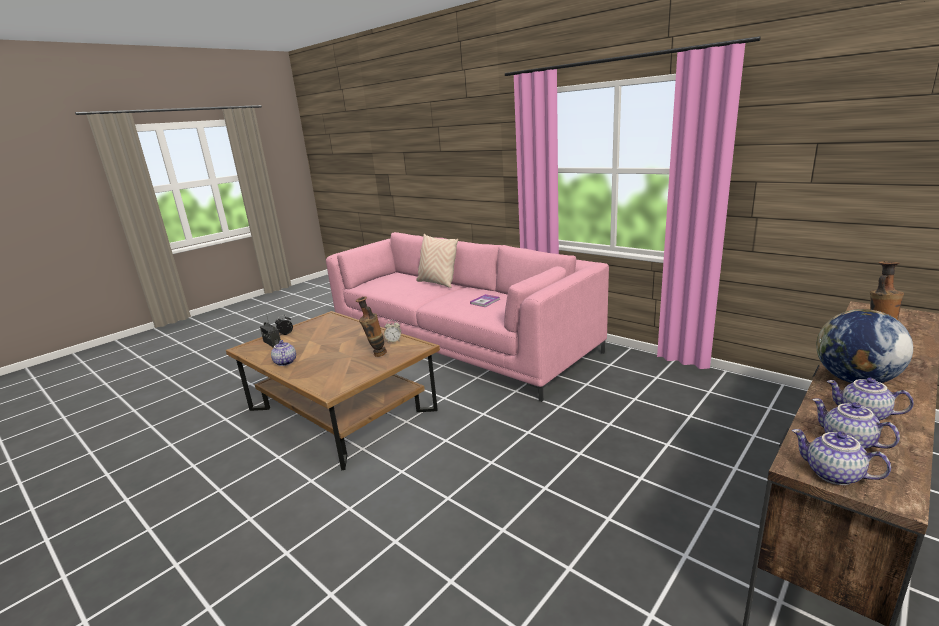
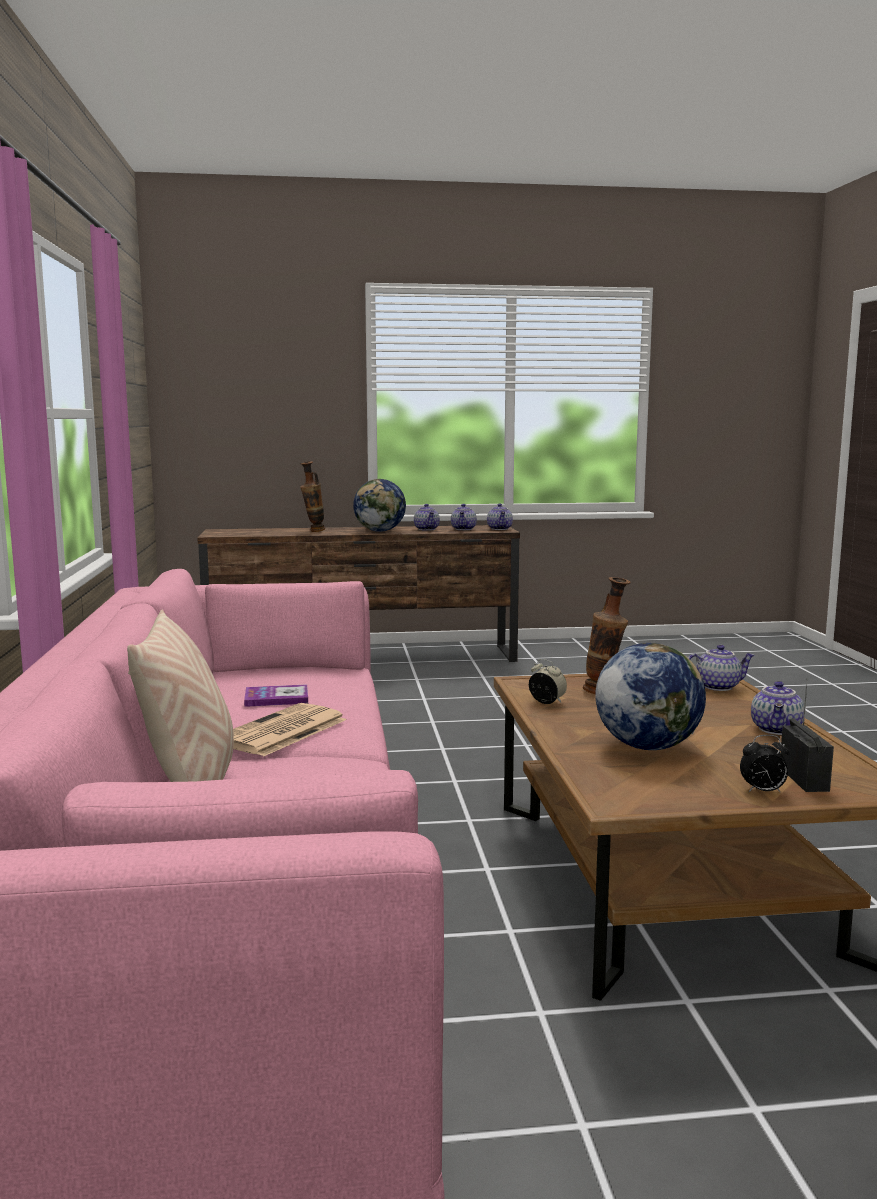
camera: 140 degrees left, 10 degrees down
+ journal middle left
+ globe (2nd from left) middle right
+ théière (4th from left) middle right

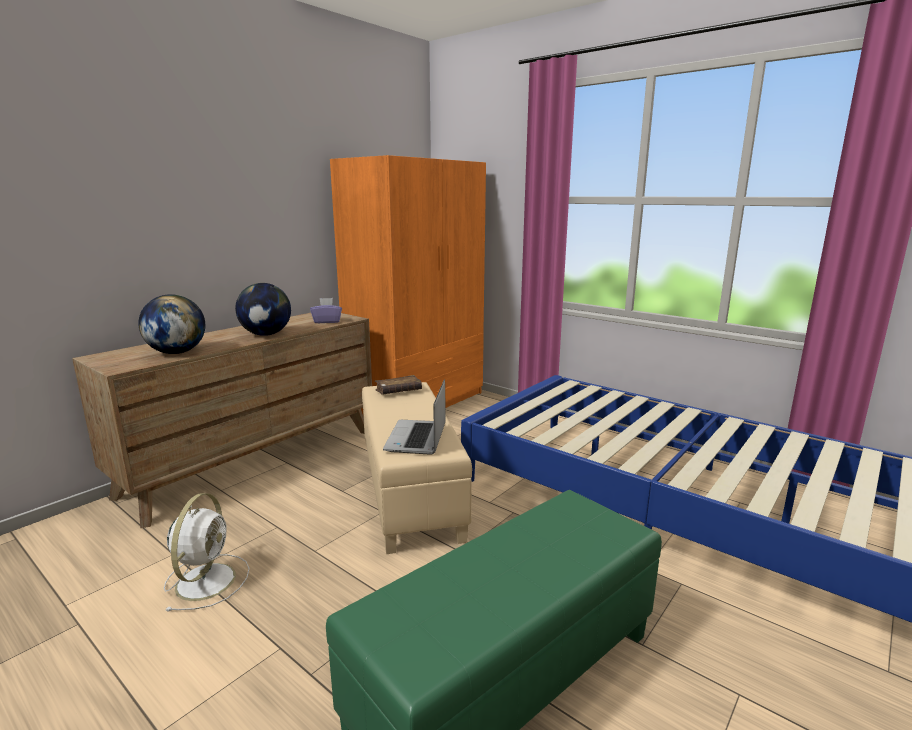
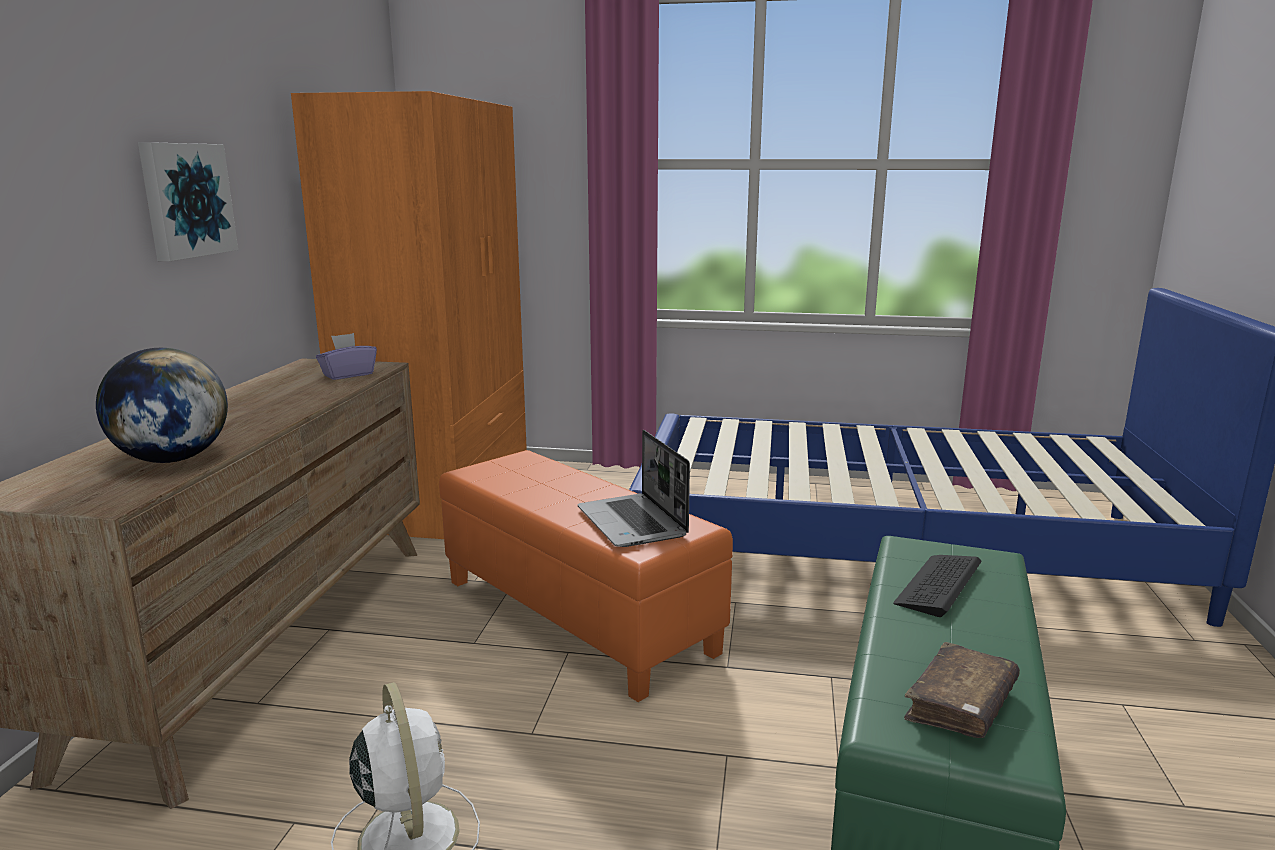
camera: 30 degrees left, 0 degrees up
+ tableau top left
~ pouf [beige] centre to pouf [orange] bottom centre
+ clavier bottom right
~ livre [marron] centre to bottom right
- globe (2nd from left) middle left

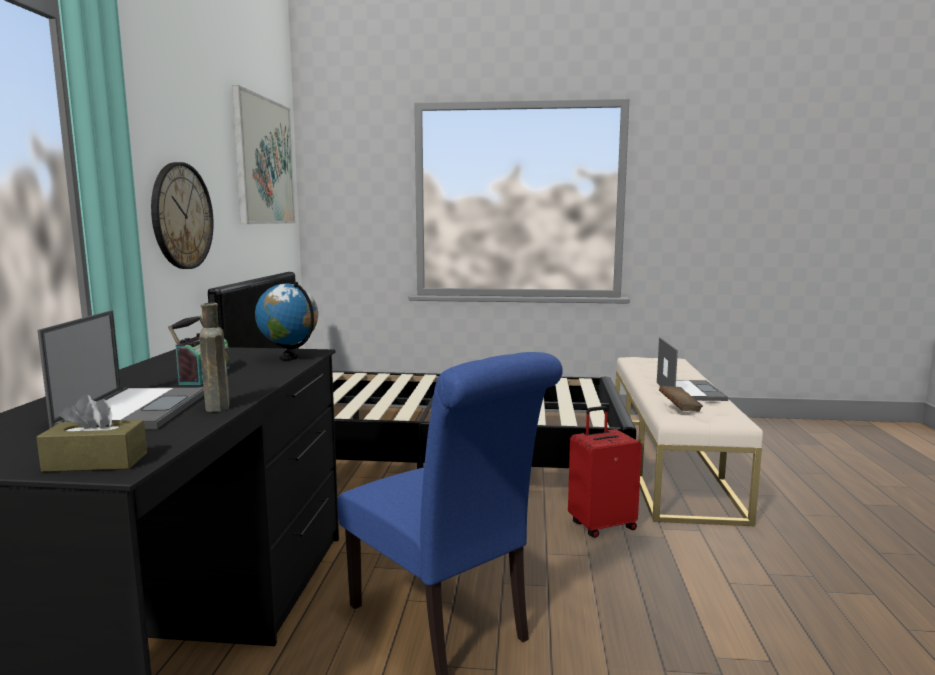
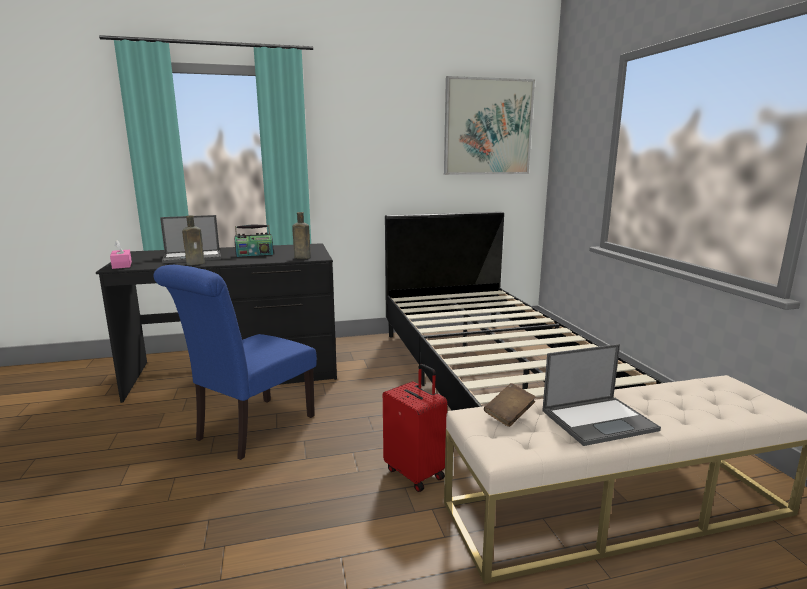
camera: 70 degrees right, 5 degrees up
~ boîte à mouchoirs [marron] middle left to boîte à mouchoirs [rose] middle left
~ globe middle left to bouteille [marron] (2nd from left) centre
- horloge murale top left

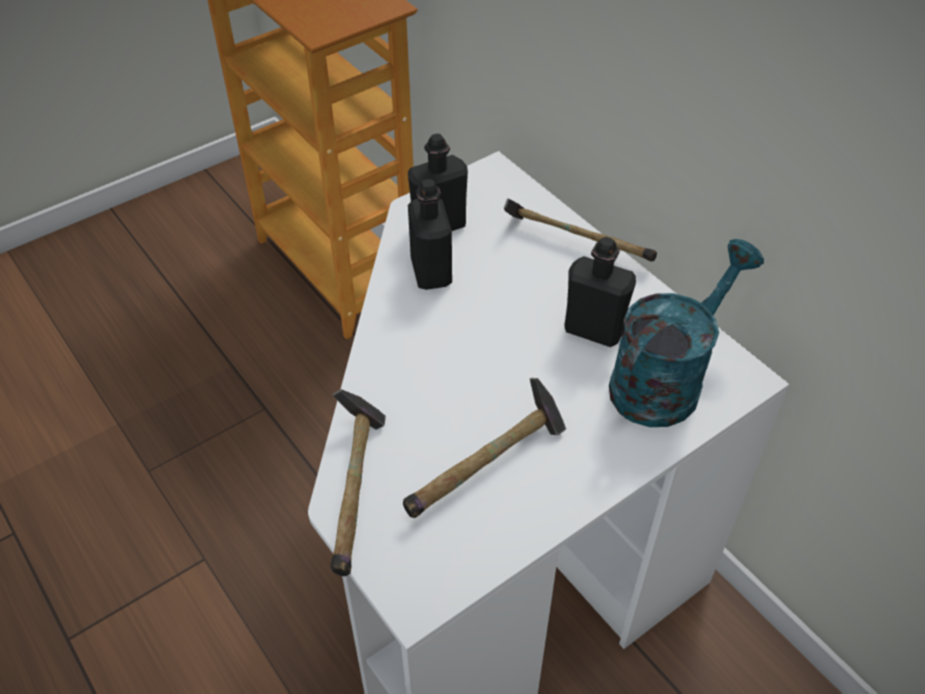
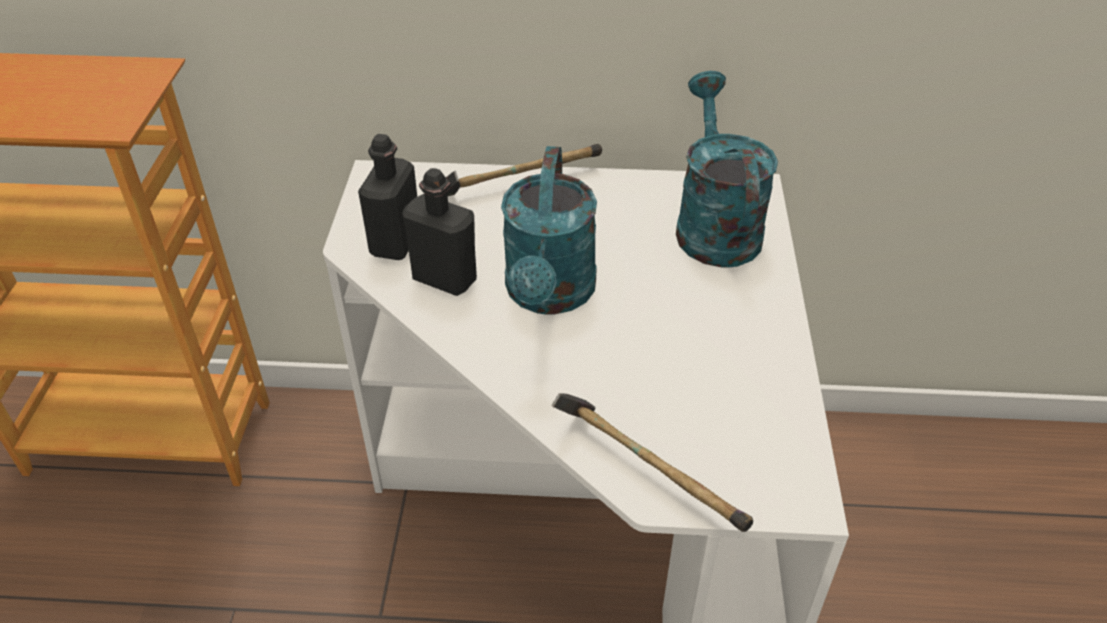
camera: 50 degrees left, 5 degrees down
+ arrosoir [turquoise] (1st from left) centre
- marteau (2nd from left) centre
- bouteille [noir] (3rd from left) centre

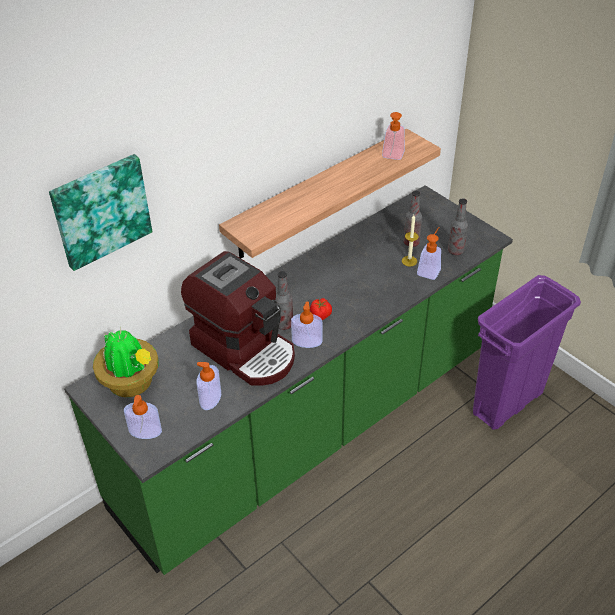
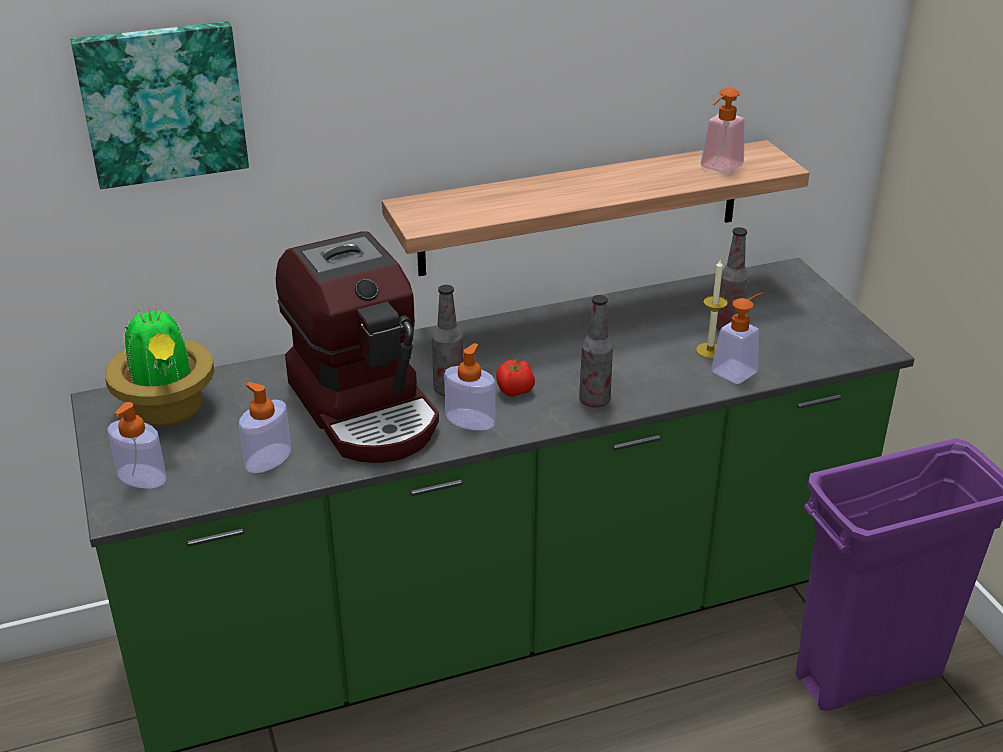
camera: 20 degrees right, 10 degrees down
~ bouteille (3rd from left in the first image) middle right to bouteille (2nd from left) centre

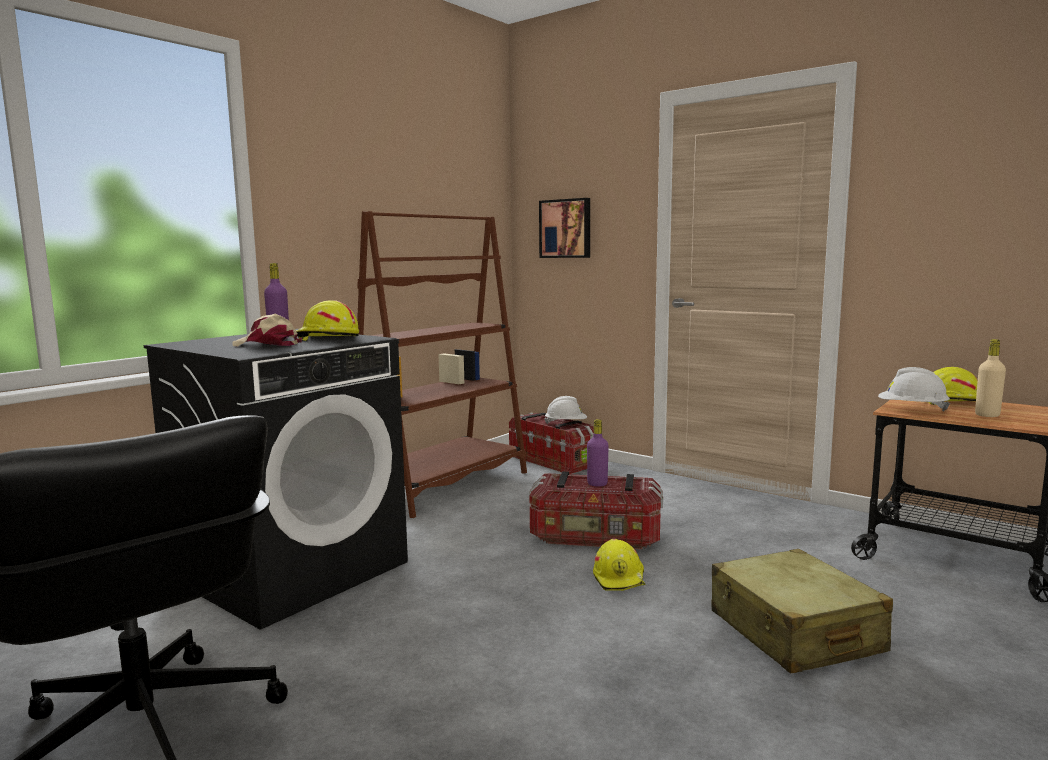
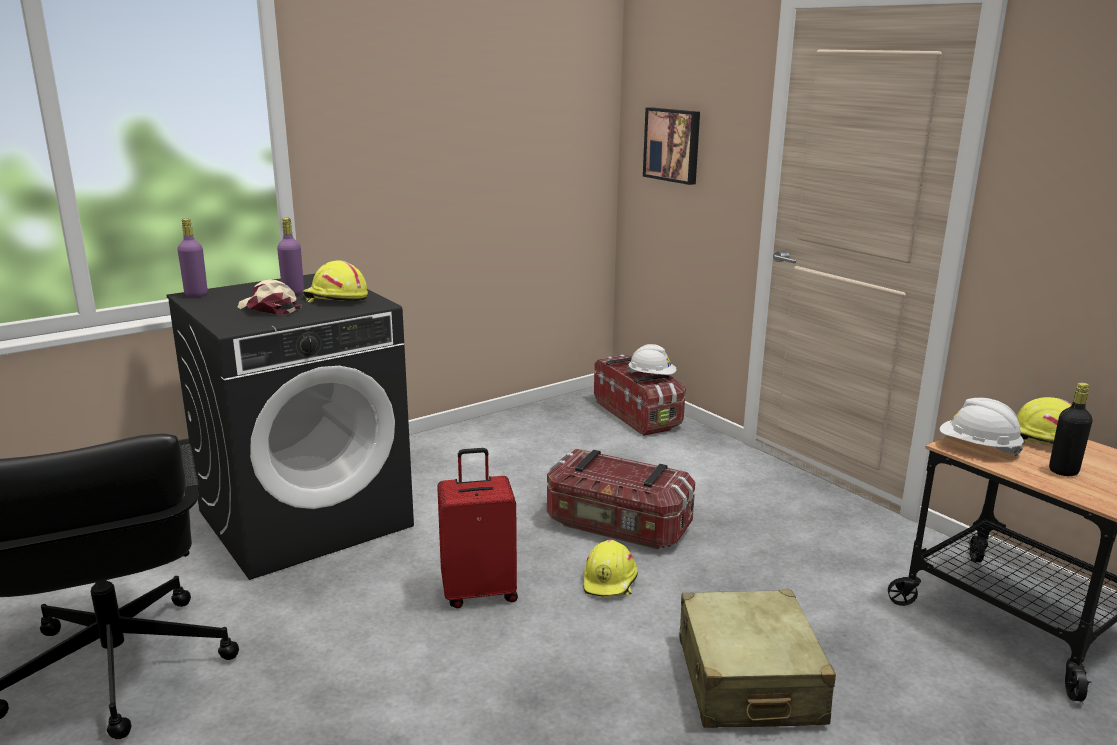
camera: 15 degrees right, 10 degrees up
~ bouteille [violet] (2nd from left in the first image) centre to bouteille [violet] (1st from left) middle left
+ valise [rouge] bottom centre
~ bouteille [beige] middle right to bouteille [noir] middle right
- bibliothèque [marron] centre

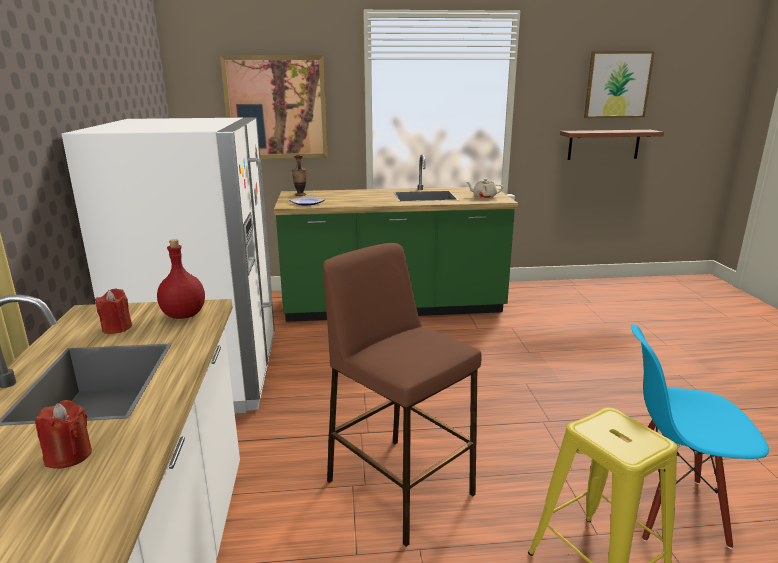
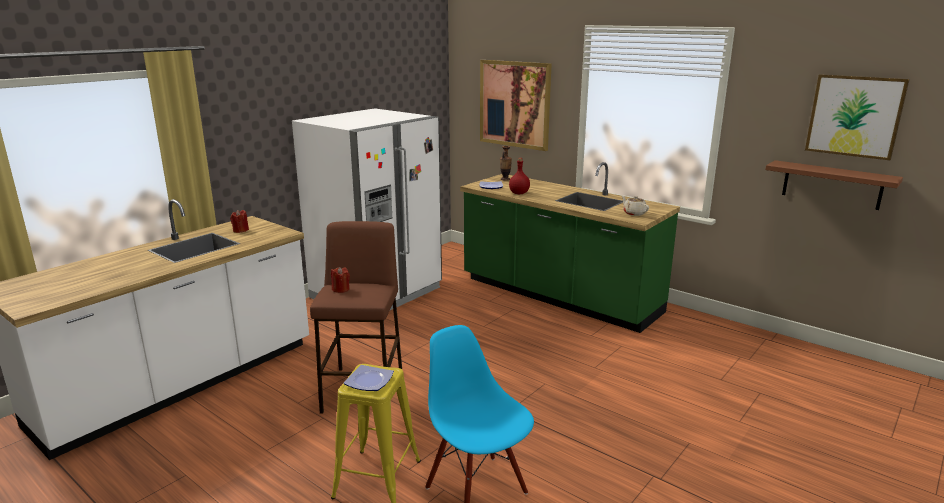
camera: 45 degrees right, 0 degrees up
~ bougie [rouge] (1st from left in the first image) bottom left to bougie [rouge] (2nd from left) centre
+ assiette (1st from left) bottom centre
~ bouteille [rouge] middle left to centre

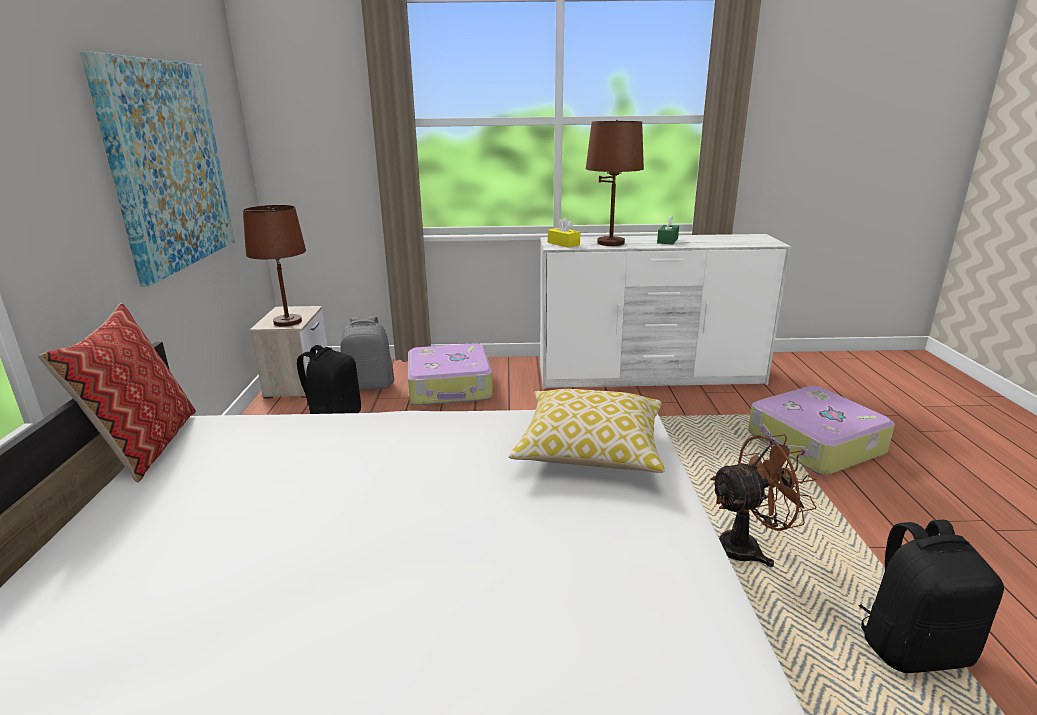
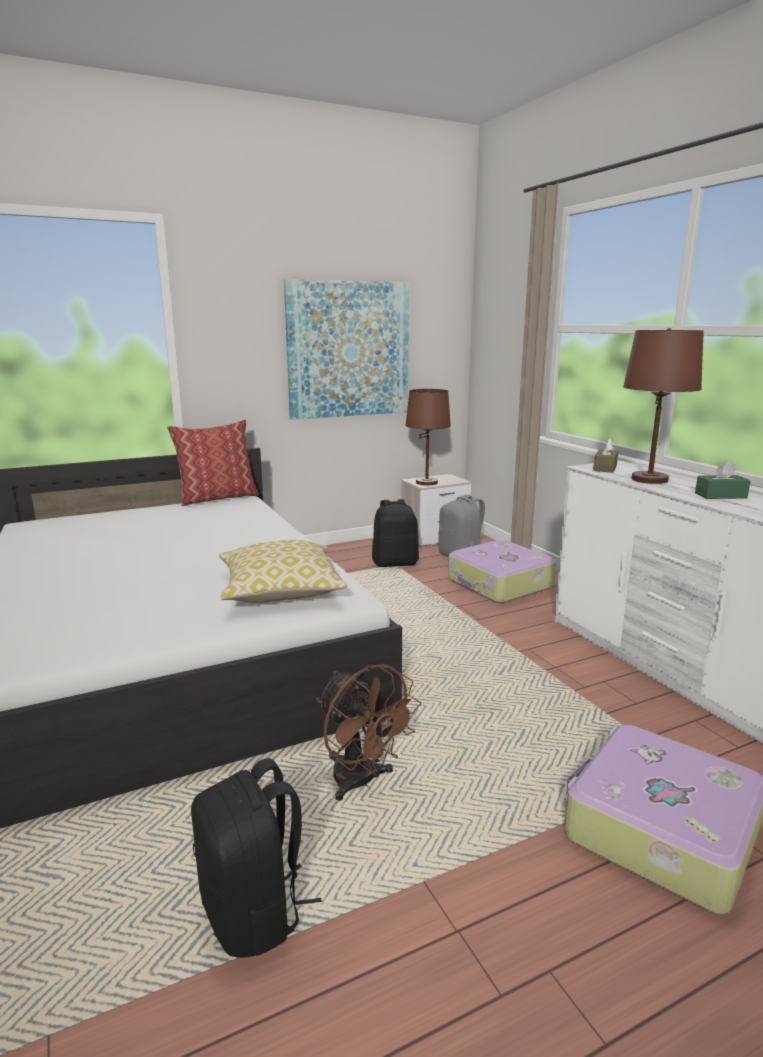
camera: 65 degrees right, 5 degrees down
~ boîte à mouchoirs [jaune] top centre to boîte à mouchoirs [marron] middle right

